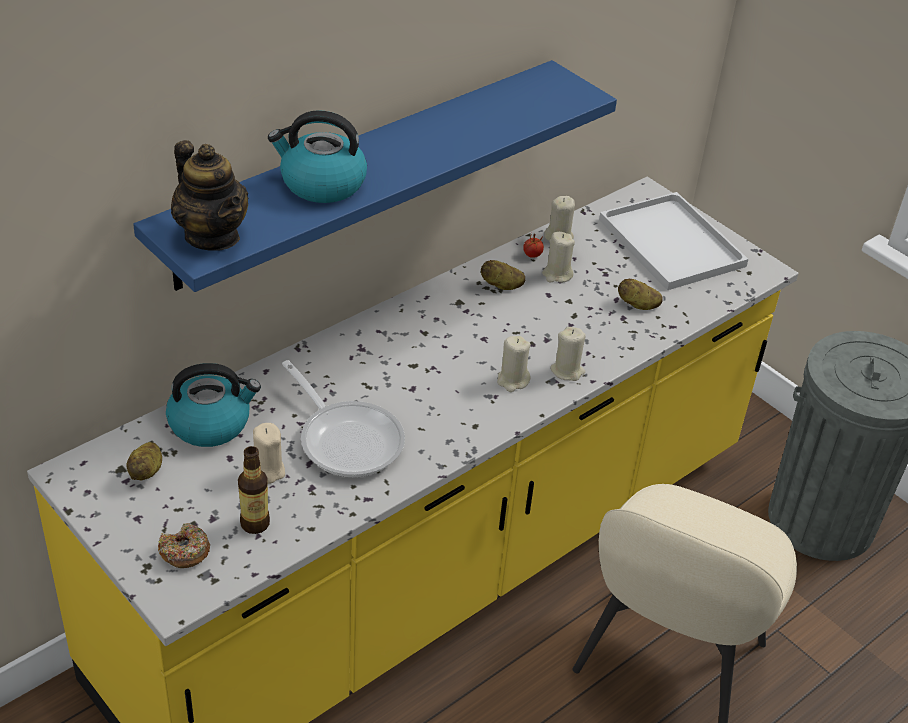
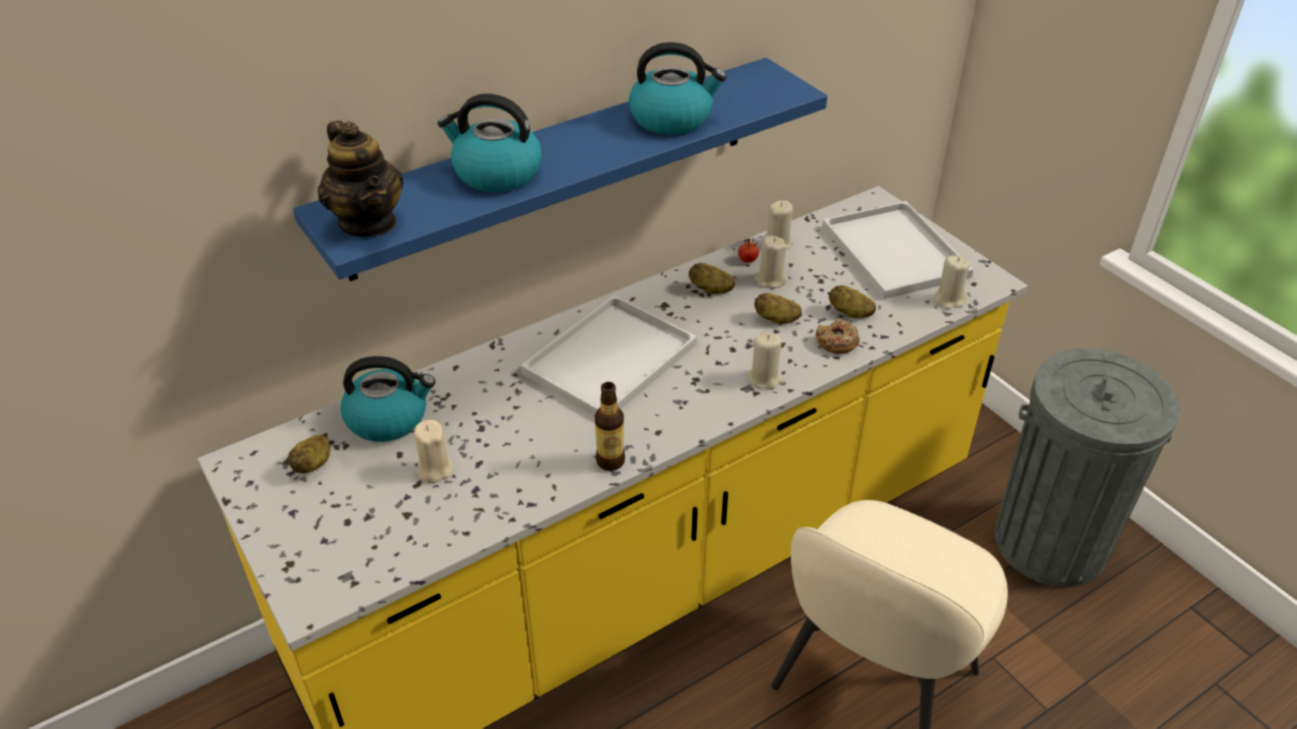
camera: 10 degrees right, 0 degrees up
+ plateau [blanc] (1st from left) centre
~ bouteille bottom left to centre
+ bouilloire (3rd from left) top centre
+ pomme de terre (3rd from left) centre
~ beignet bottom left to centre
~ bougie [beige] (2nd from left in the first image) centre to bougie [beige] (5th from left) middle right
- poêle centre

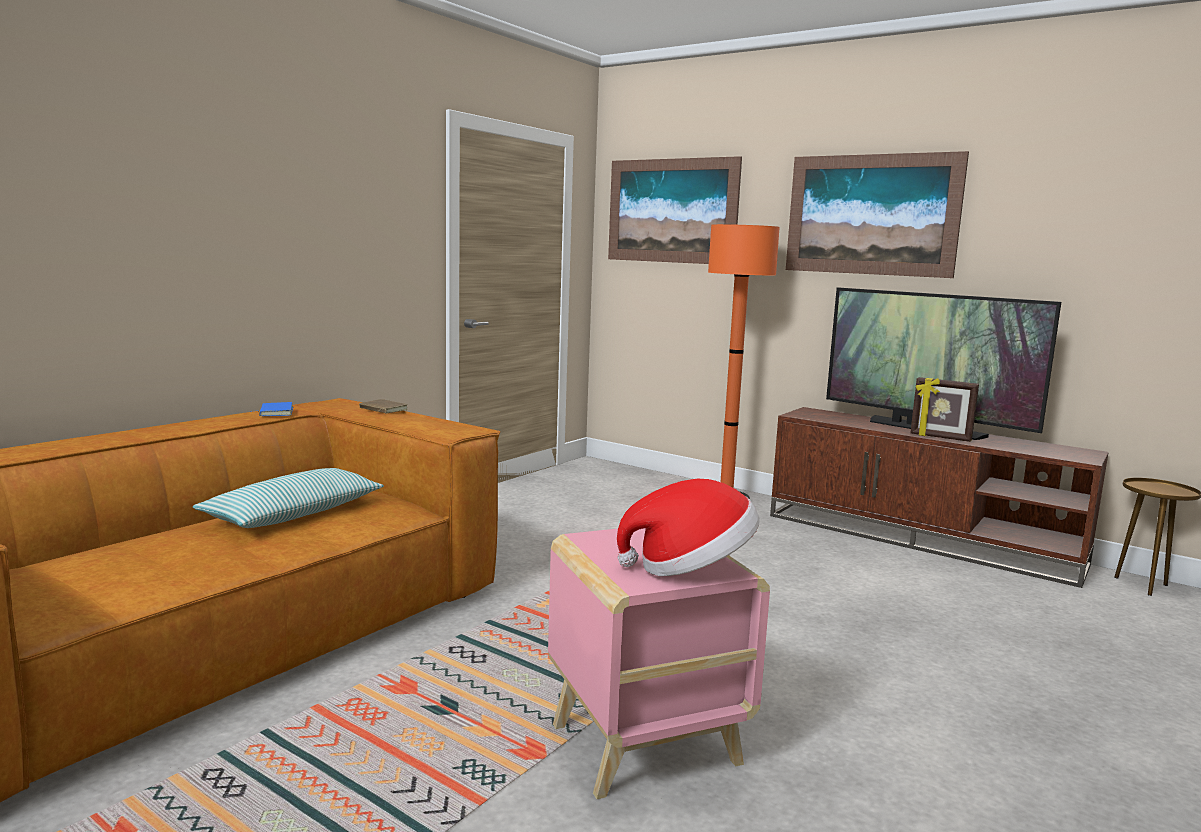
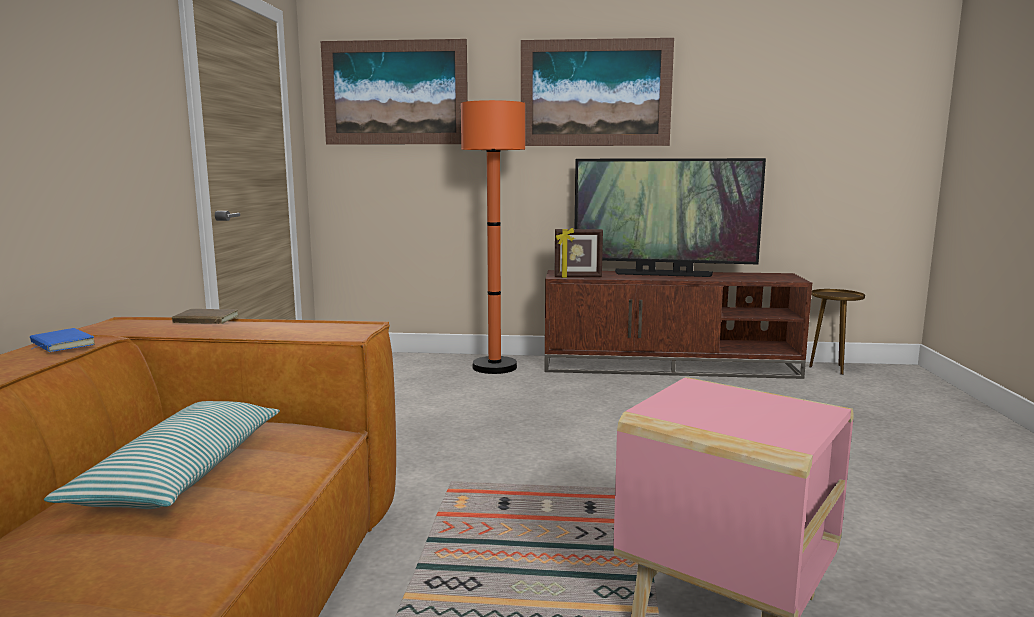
camera: 30 degrees left, 0 degrees up
~ cadre photo middle right to centre
- chapeau centre

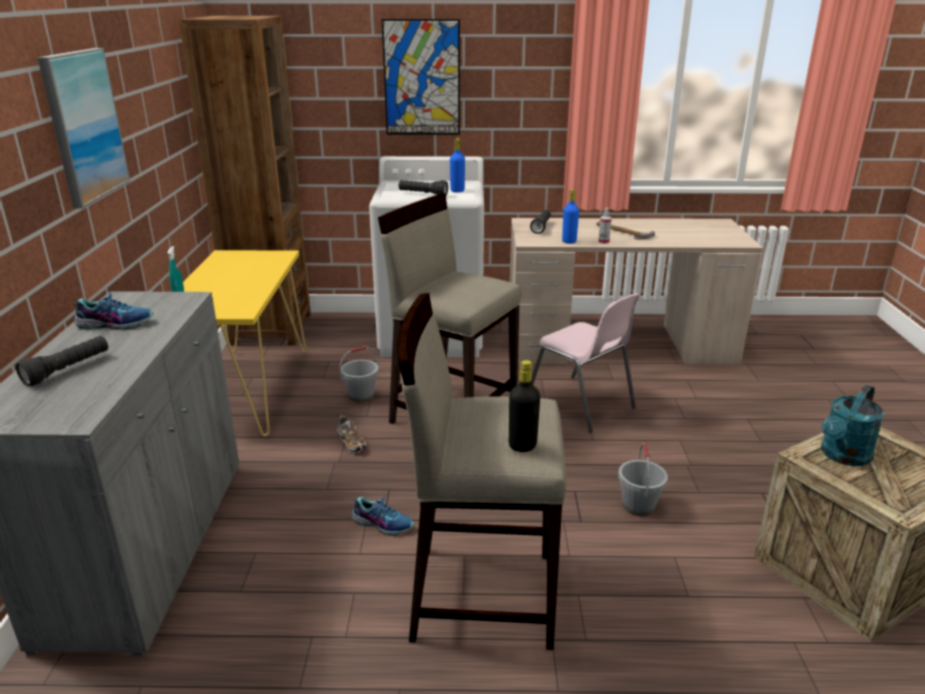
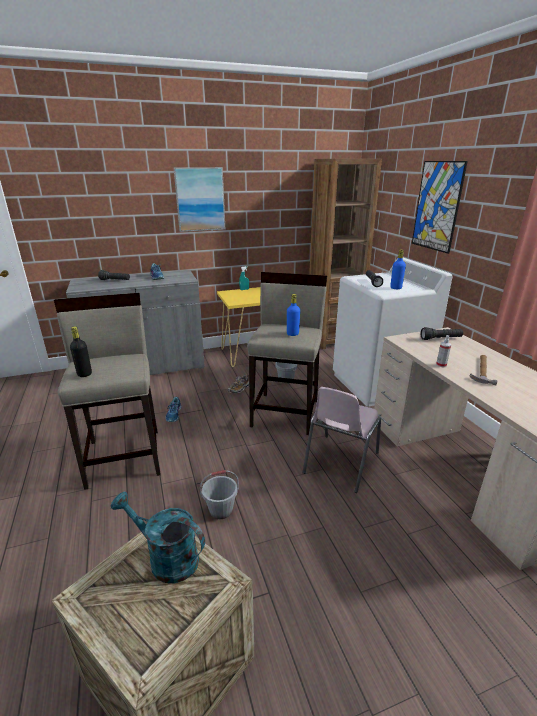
camera: 70 degrees right, 0 degrees up
~ bouteille [bleu] (2nd from left in the first image) top centre to bouteille [bleu] (1st from left) centre

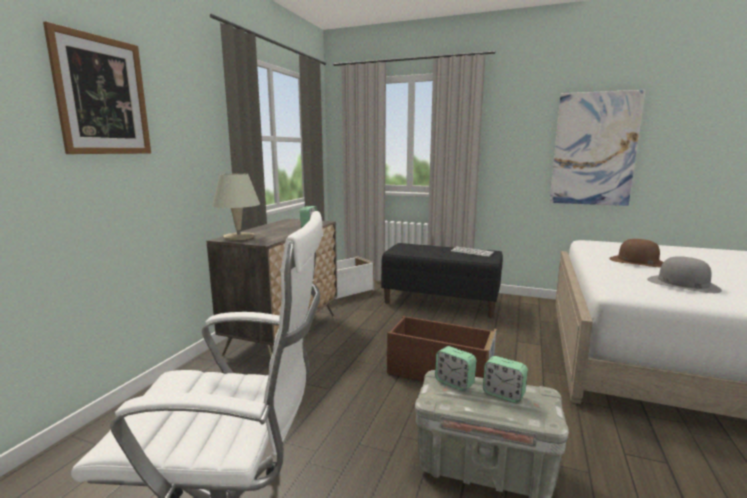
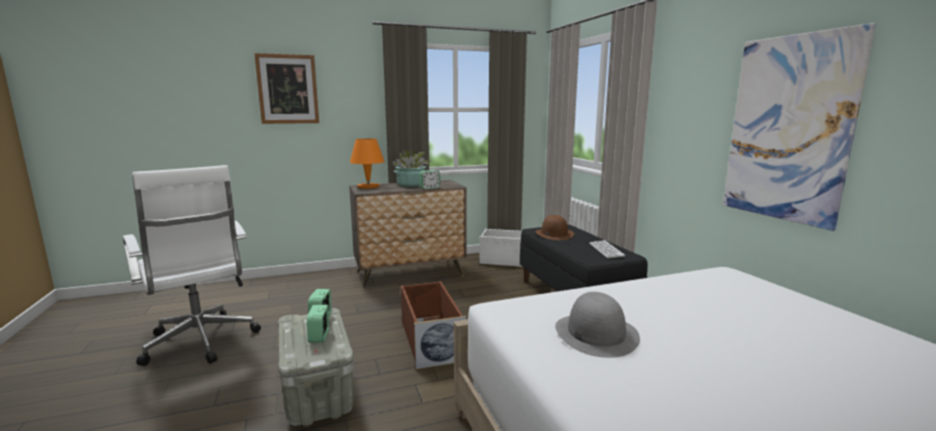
camera: 50 degrees right, 0 degrees up
~ lampe de table [beige] middle left to lampe de table [orange] centre
+ plante en pot centre
~ chapeau [marron] middle right to centre

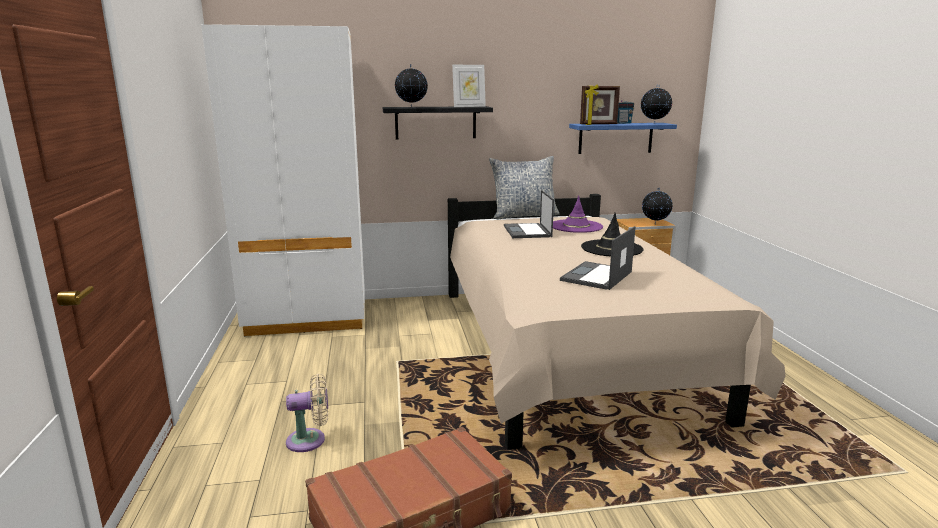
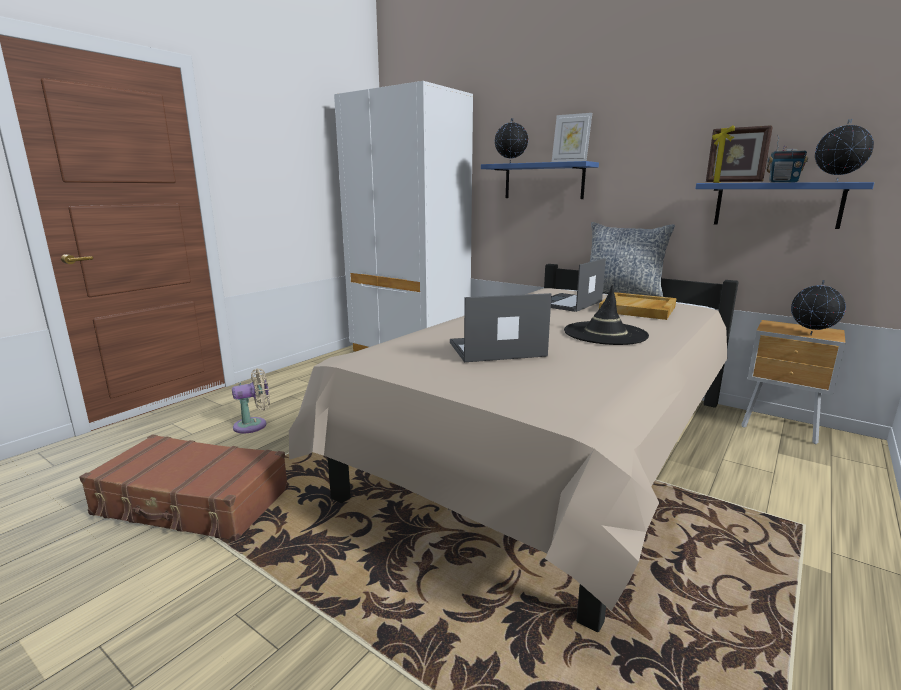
camera: 45 degrees right, 0 degrees up
~ ventilateur [beige] bottom left = middle left 60 degrees counterclockwise
~ étagère [noir] top centre to étagère [bleu] (1st from left) top centre
~ chapeau [violet] centre to plateau [beige] middle right

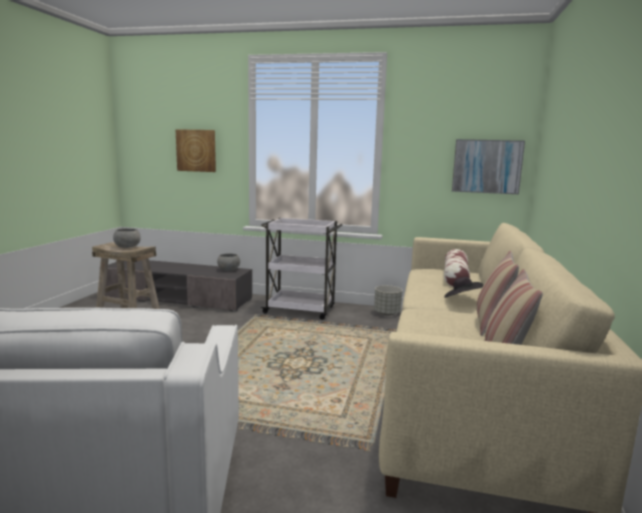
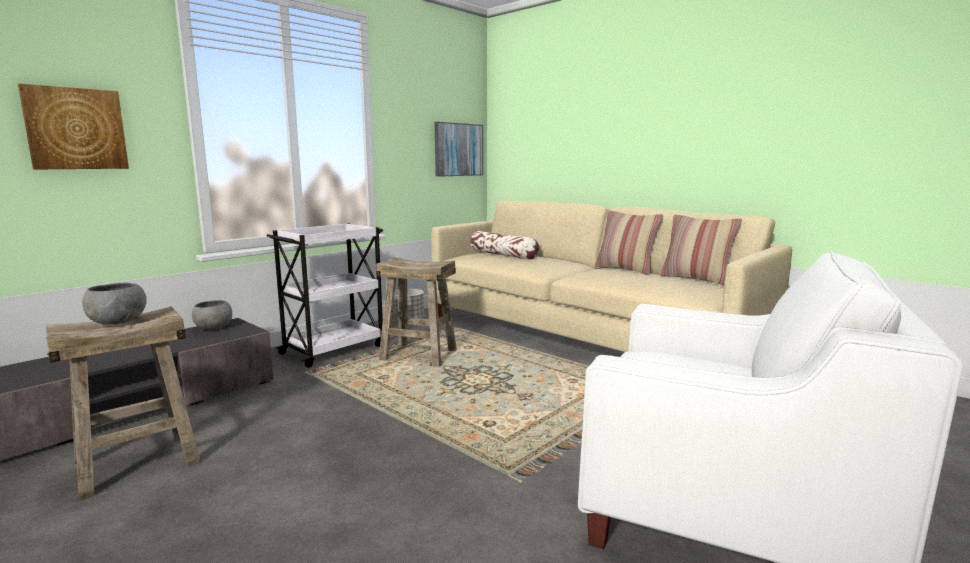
camera: 60 degrees left, 0 degrees up
+ tabouret [beige] (2nd from left) centre
- chapeau [noir] middle right

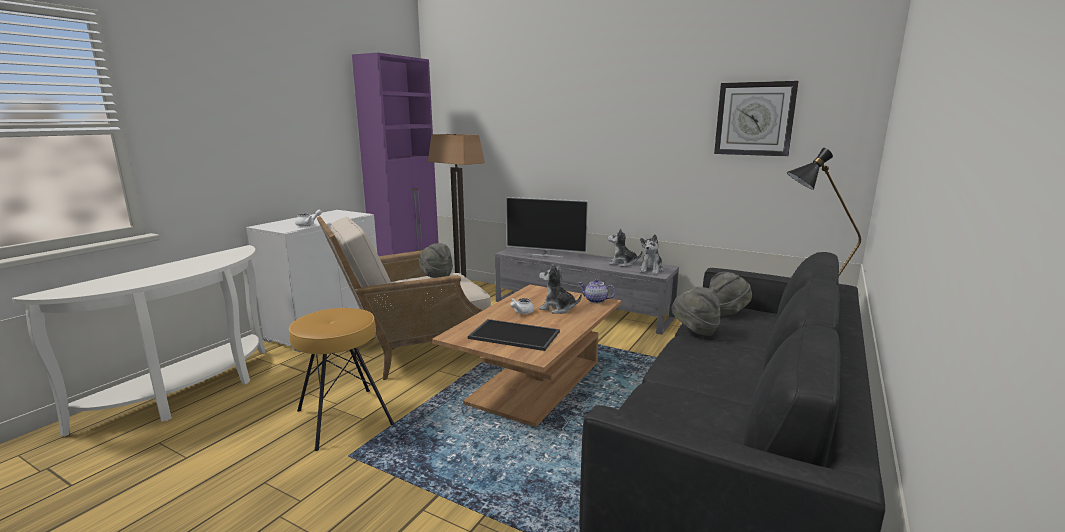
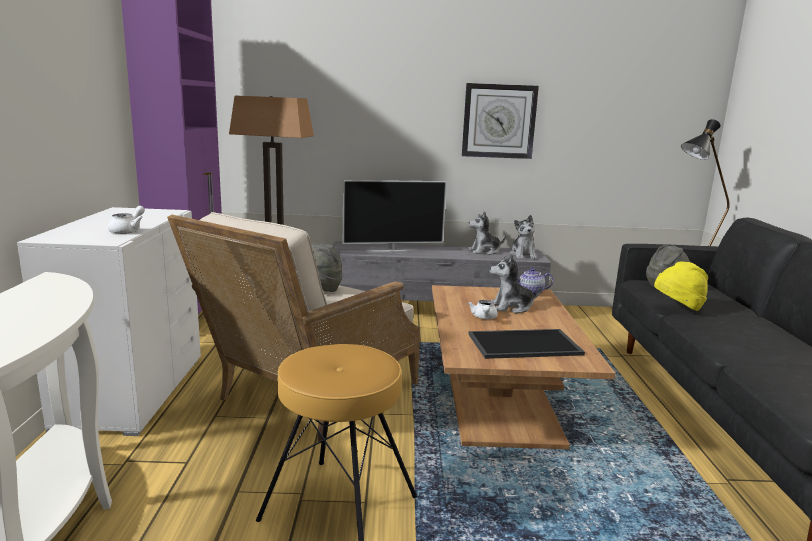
camera: 30 degrees left, 0 degrees up
~ horloge murale top right to top centre
~ chapeau [gris] (2nd from left) centre to chapeau [jaune] middle right

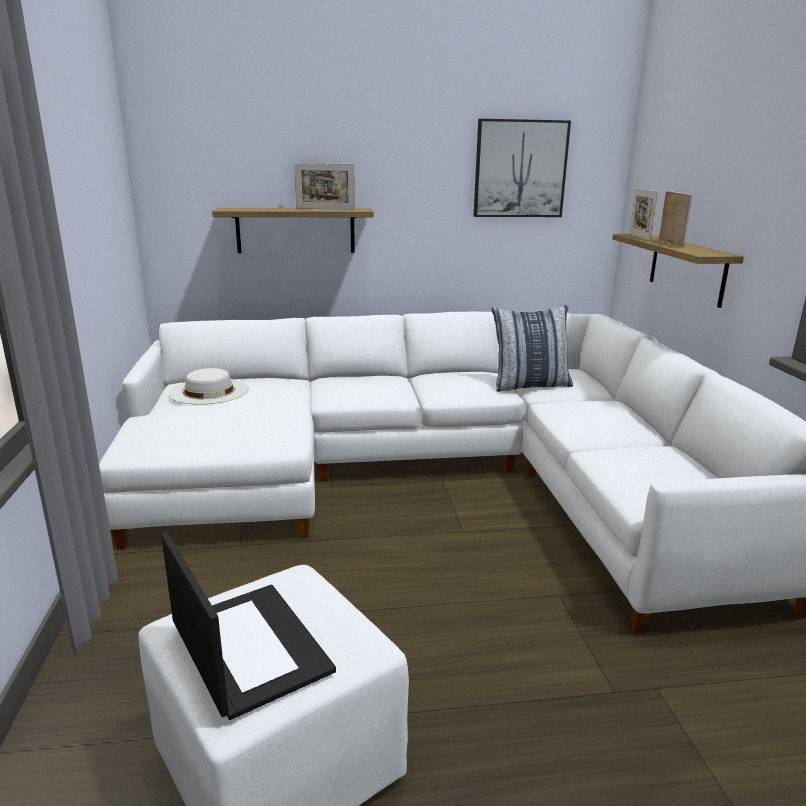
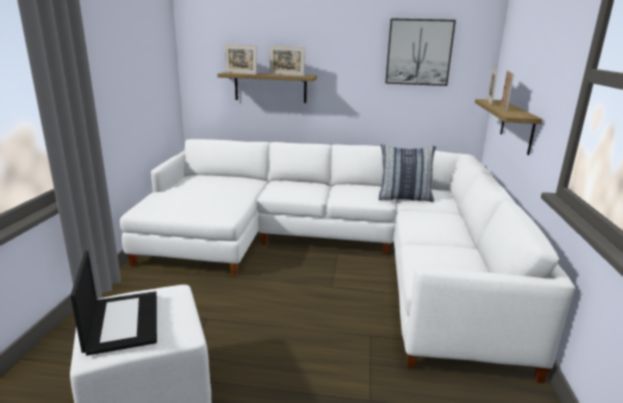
camera: 15 degrees right, 0 degrees up
+ cadre photo (1st from left) top centre
- chapeau [blanc] middle left

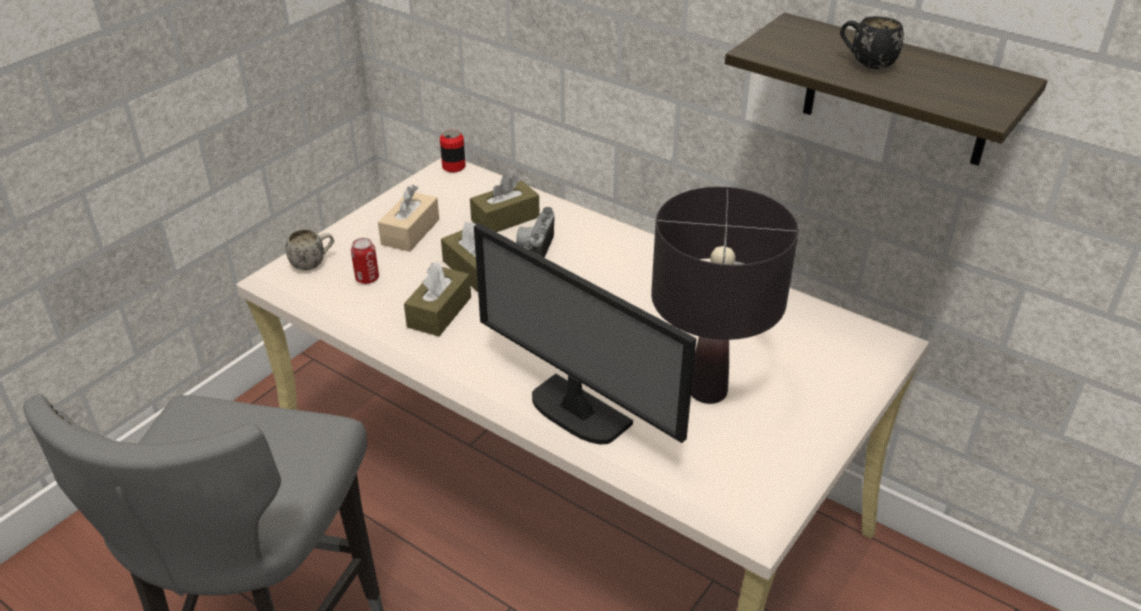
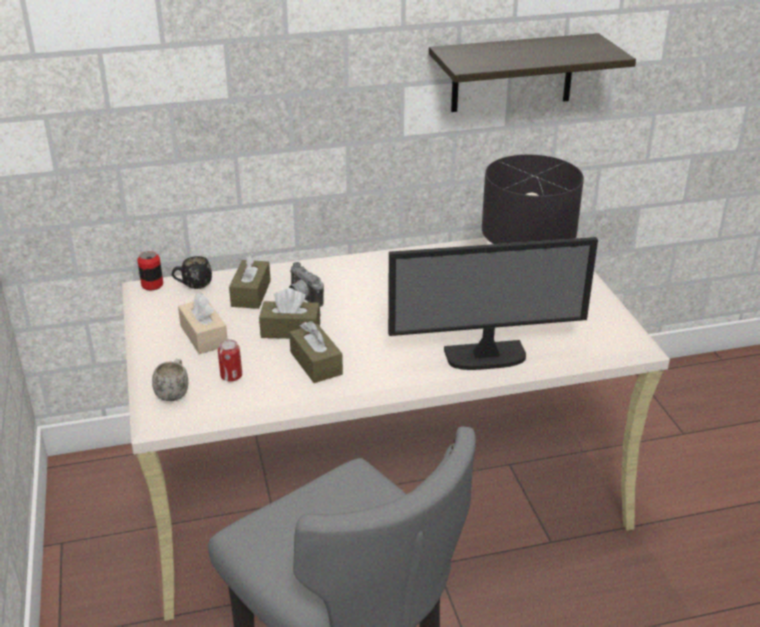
camera: 50 degrees left, 5 degrees down
~ mug [noir] top right to middle left

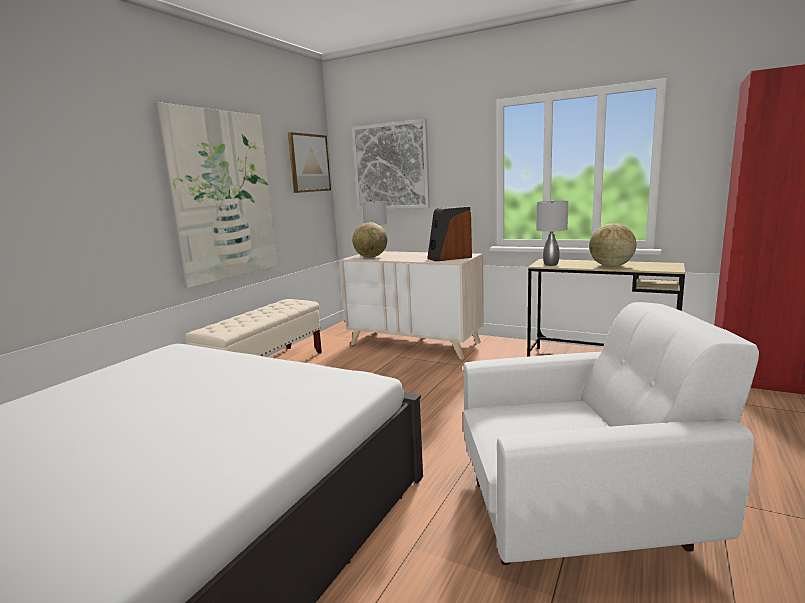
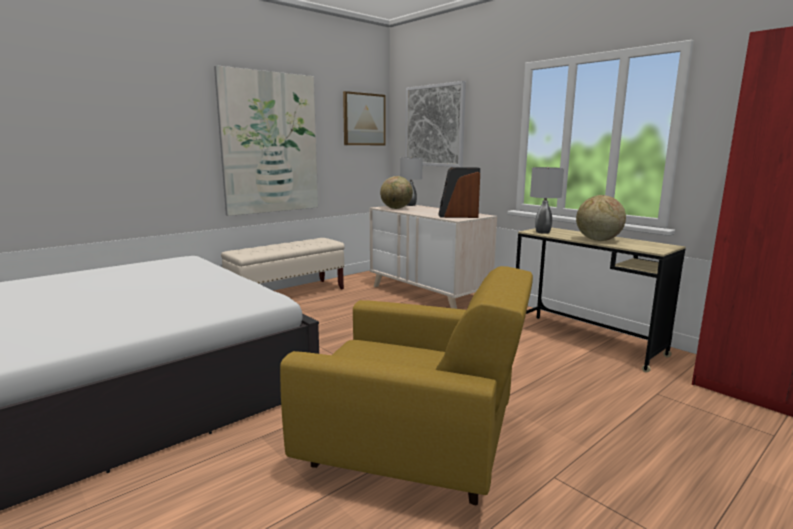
camera: 20 degrees right, 0 degrees up
~ fauteuil [blanc] bottom right to fauteuil [jaune] bottom centre

